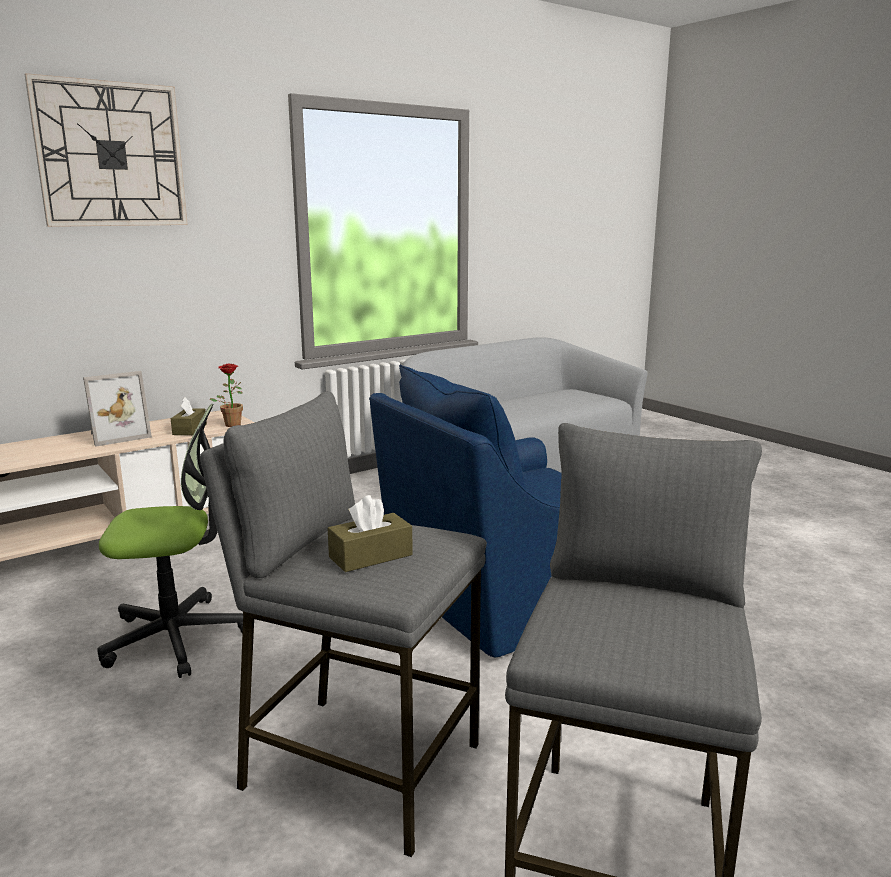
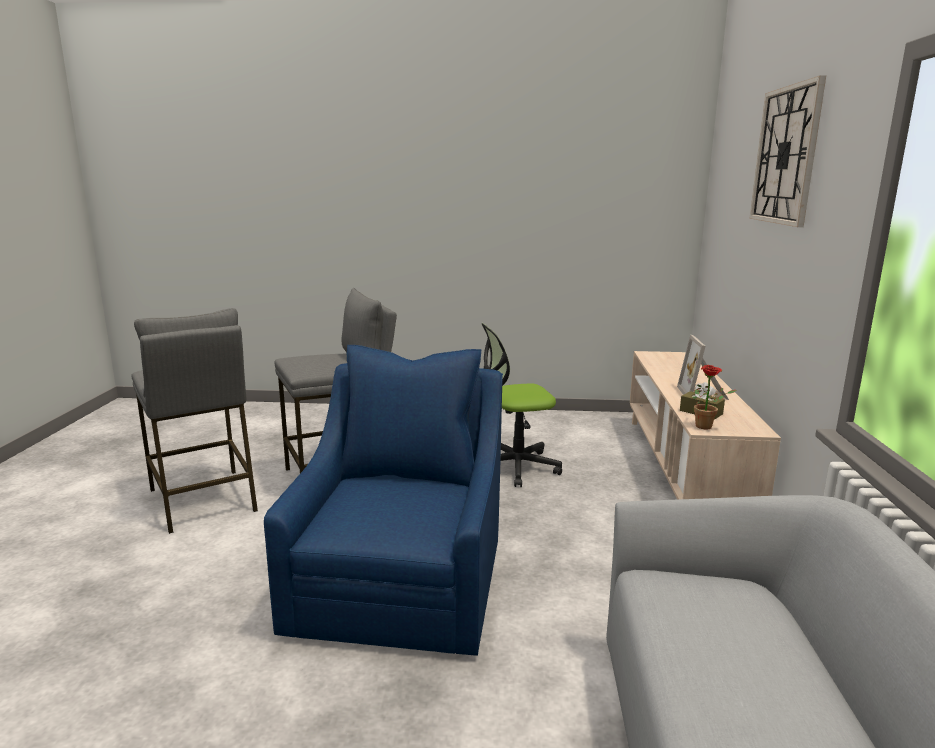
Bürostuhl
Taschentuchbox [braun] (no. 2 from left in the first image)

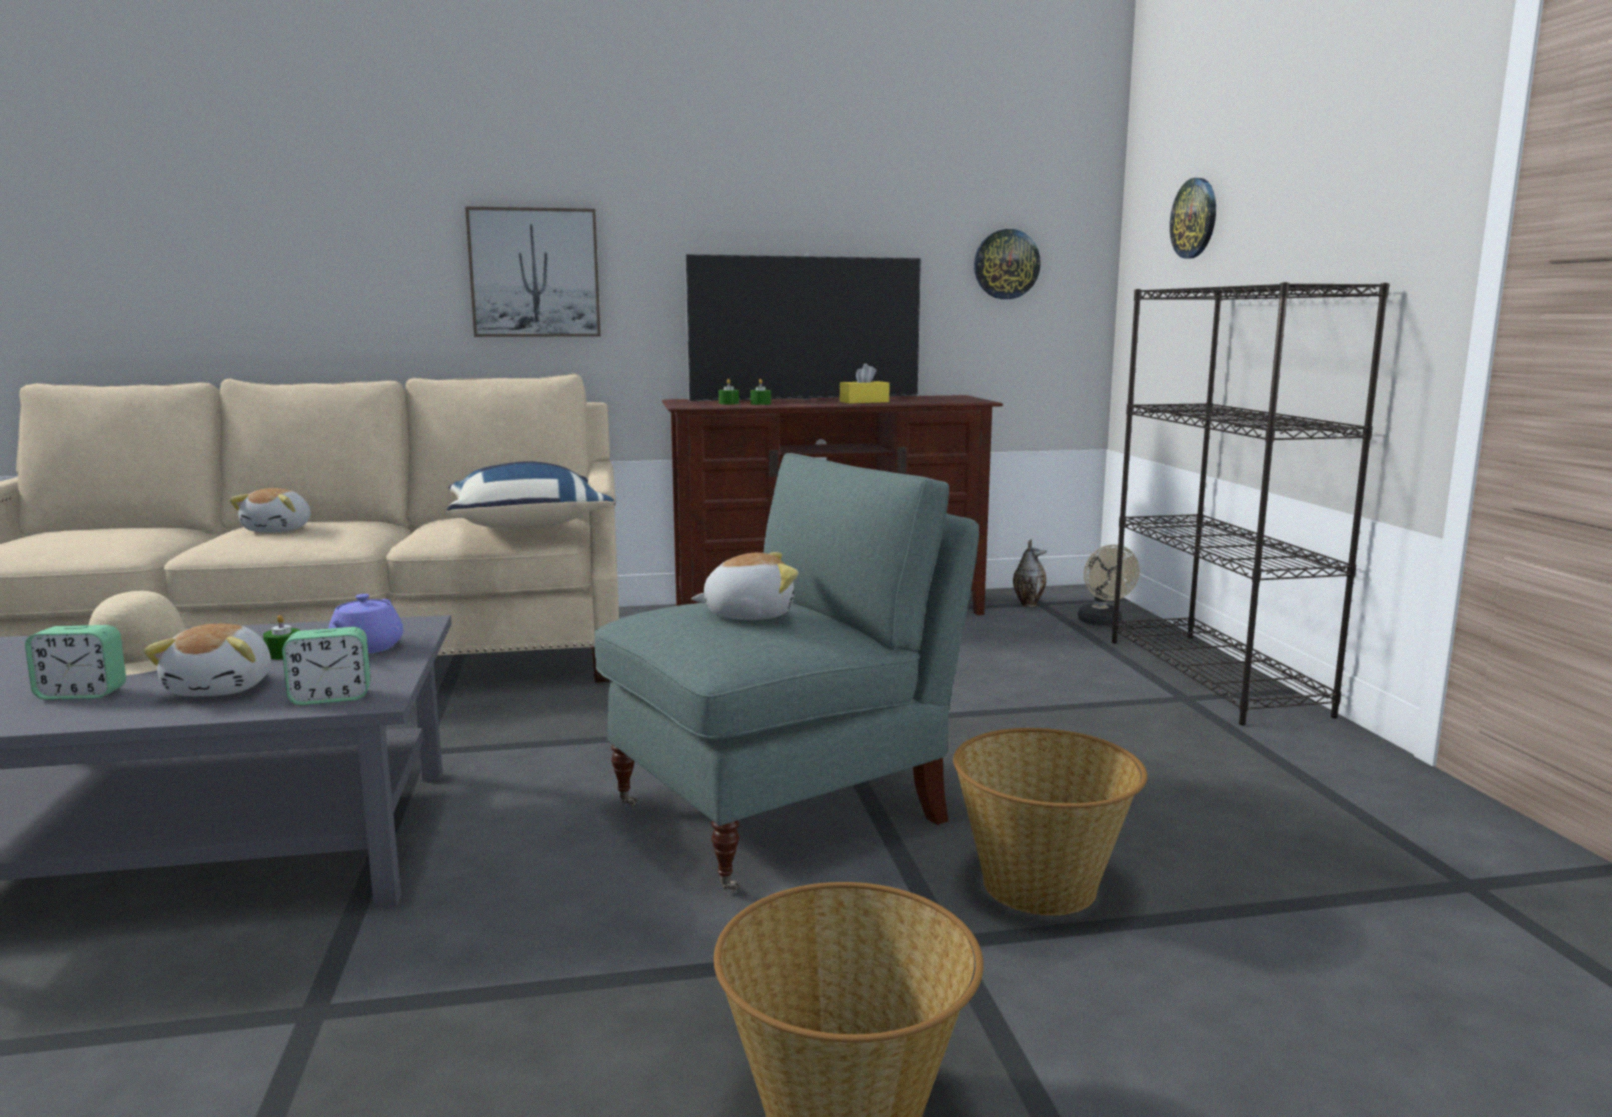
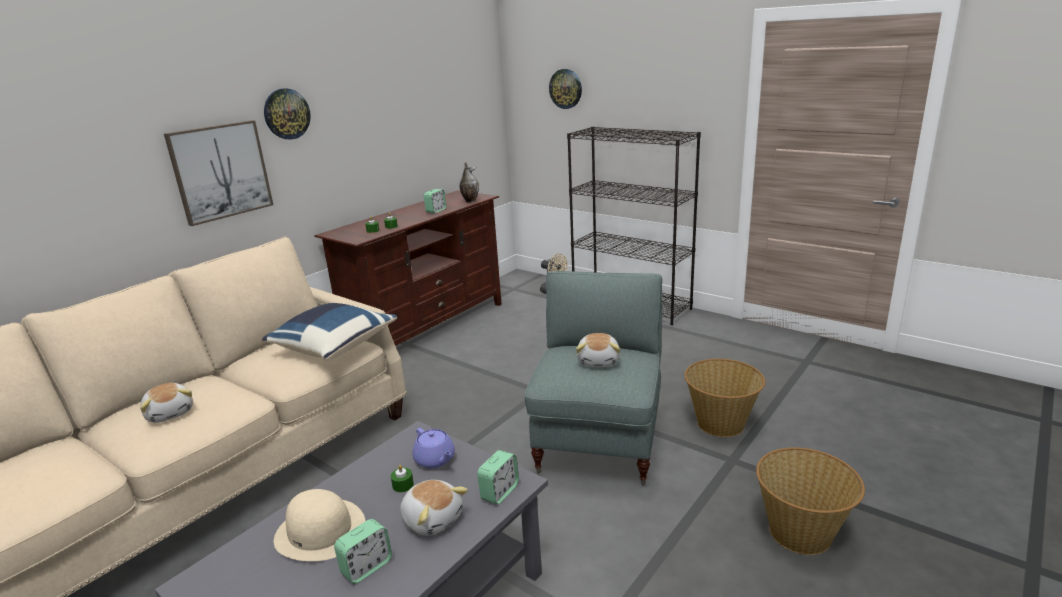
Fernseher
Plüschtier (no. 3 from left)
Wecker (no. 2 from left)
Wanduhr (no. 1 from left)
Vase

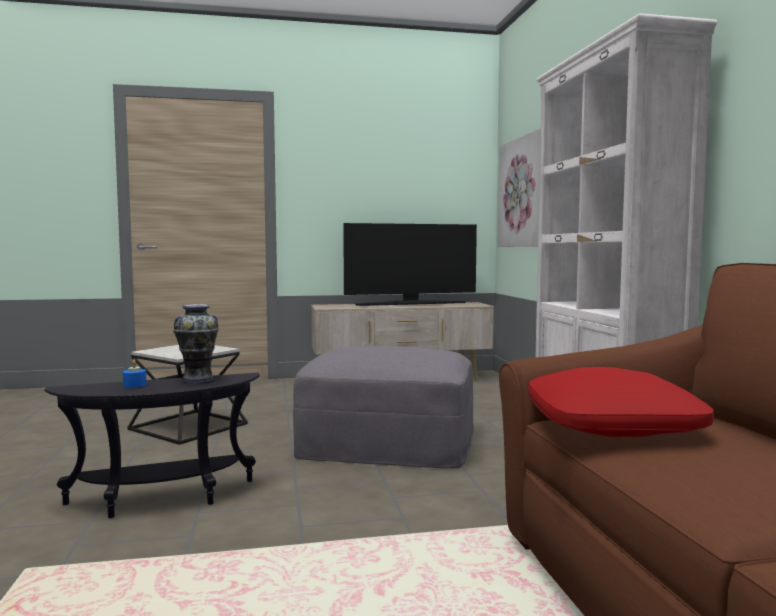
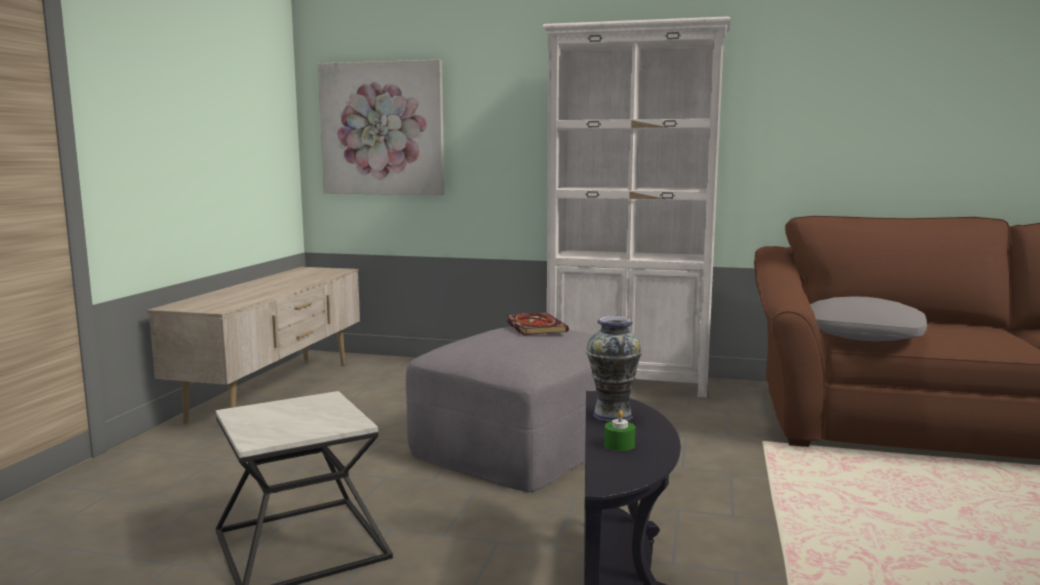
Kerze [grün]
Fernseher
Kissen [grau]
Buch

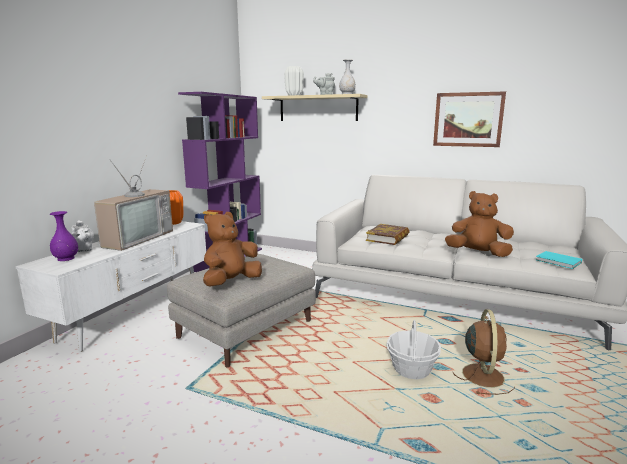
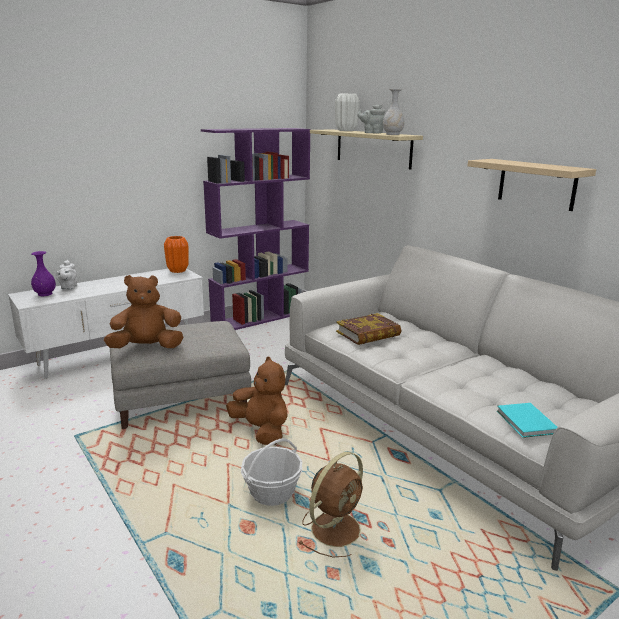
Fernseher
Wandregal [beige] (no. 2 from left)
Plüschtier [braun] (no. 2 from left)

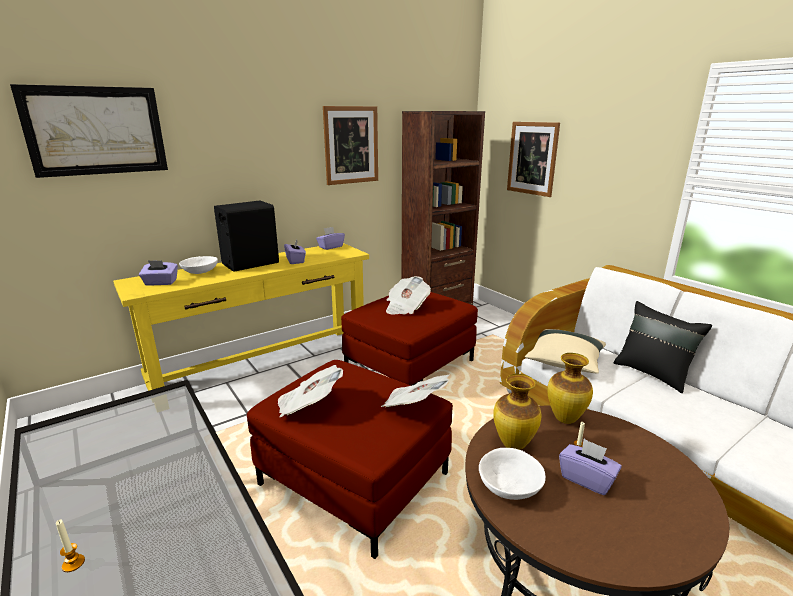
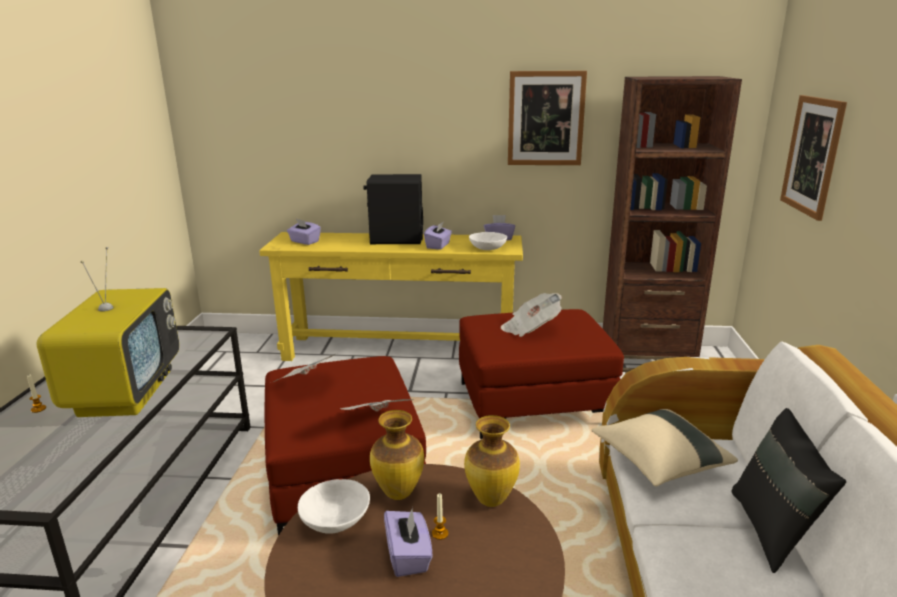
Bild (no. 1 from left in the first image)
Schüssel [weiß] (no. 2 from left)
Fernseher

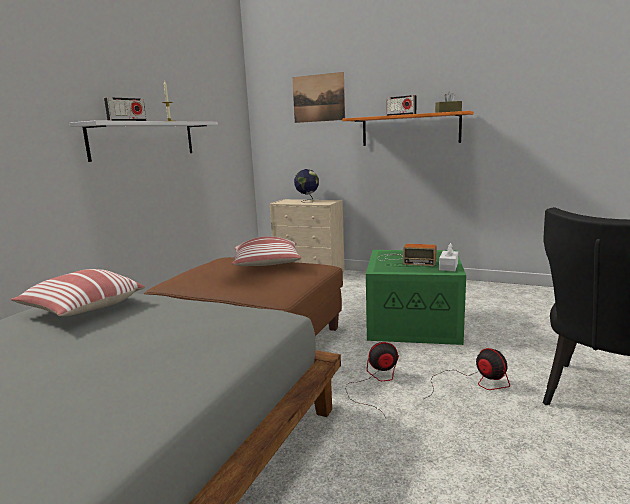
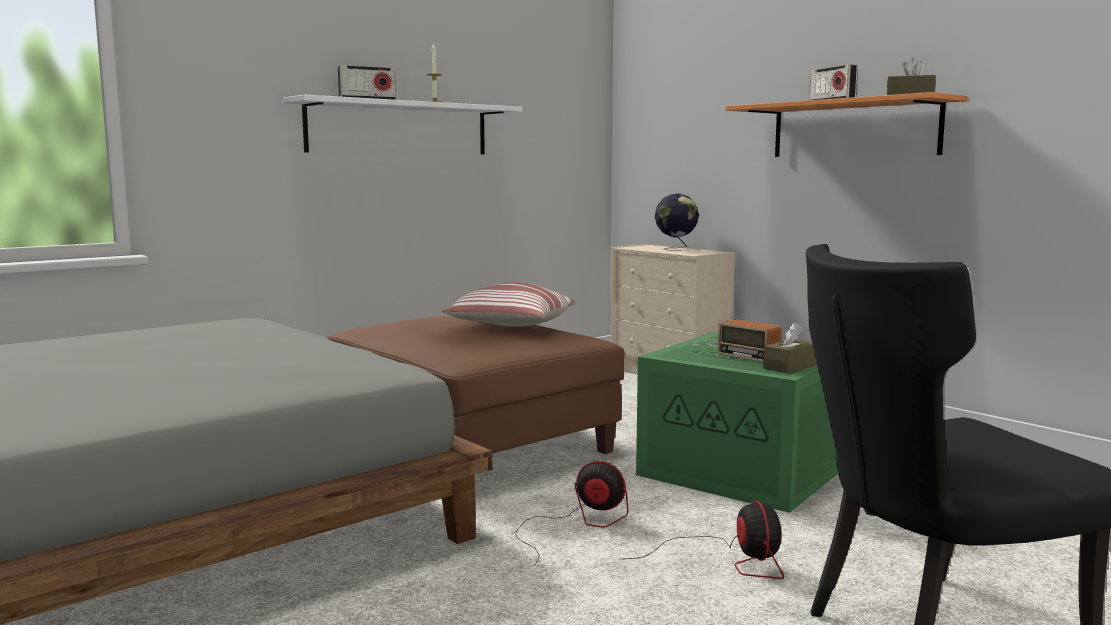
Kissen (no. 1 from left in the first image)
Bild
Taschentuchbox [braun] (no. 1 from left)

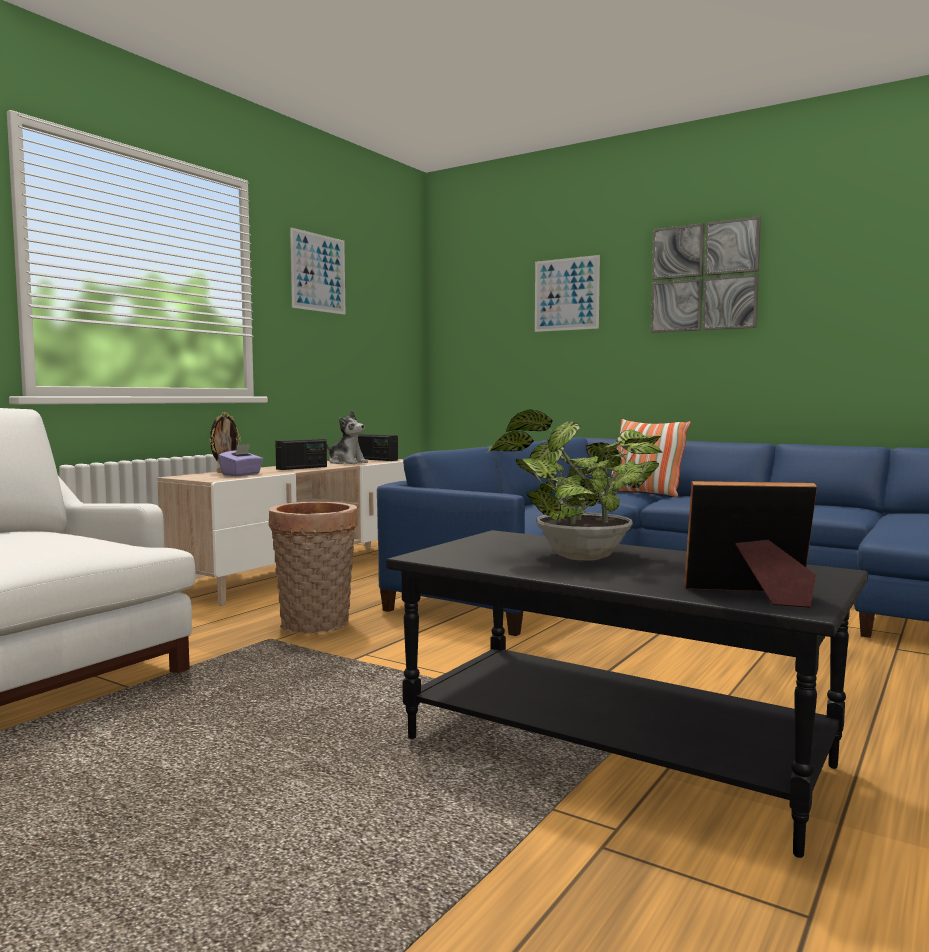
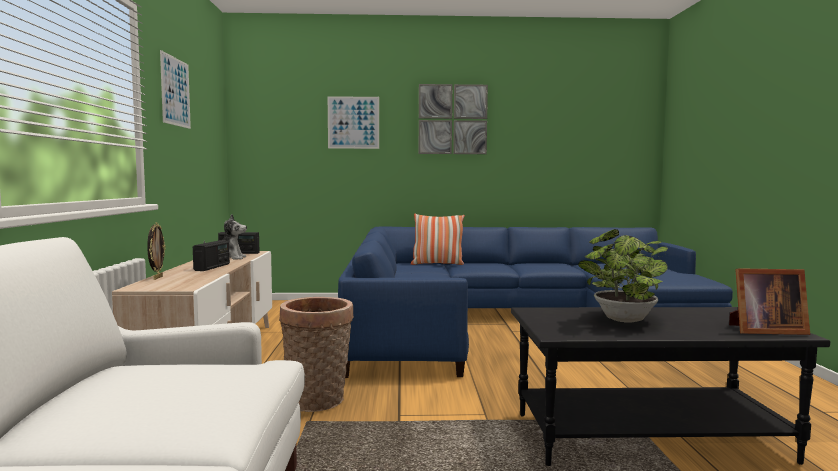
Taschentuchbox [lila]
Bilderrahmen (no. 2 from left)

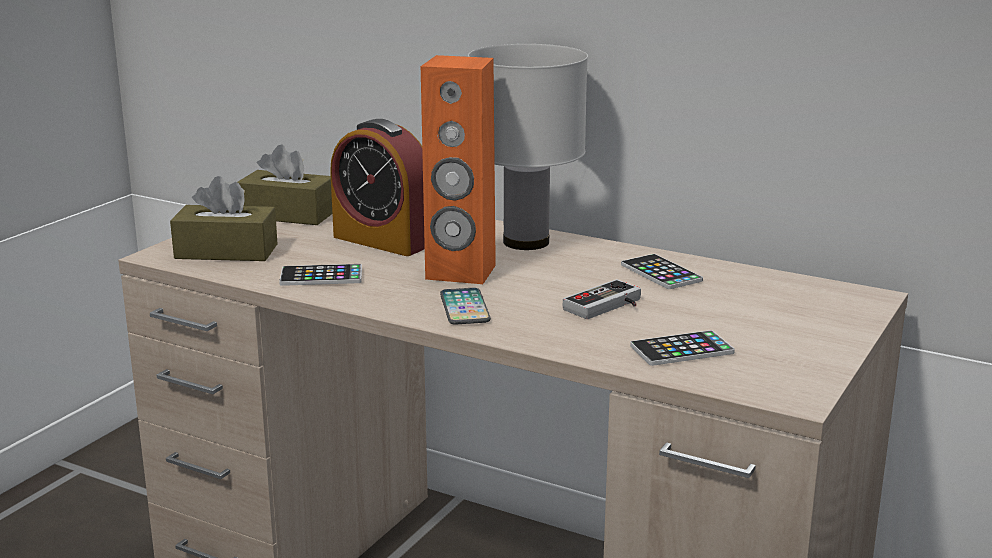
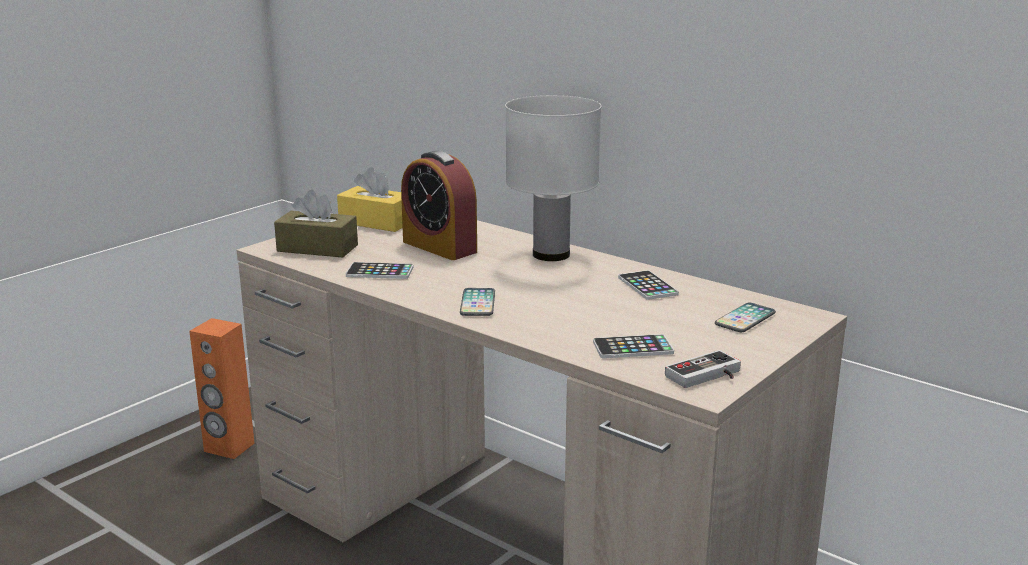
Taschentuchbox [gelb]
Lautsprecher [orange]
Gamepad
Handy (no. 5 from left)

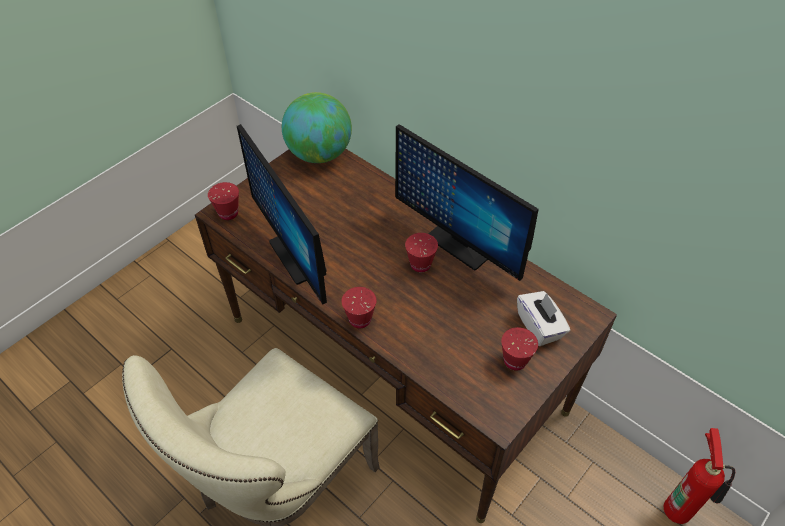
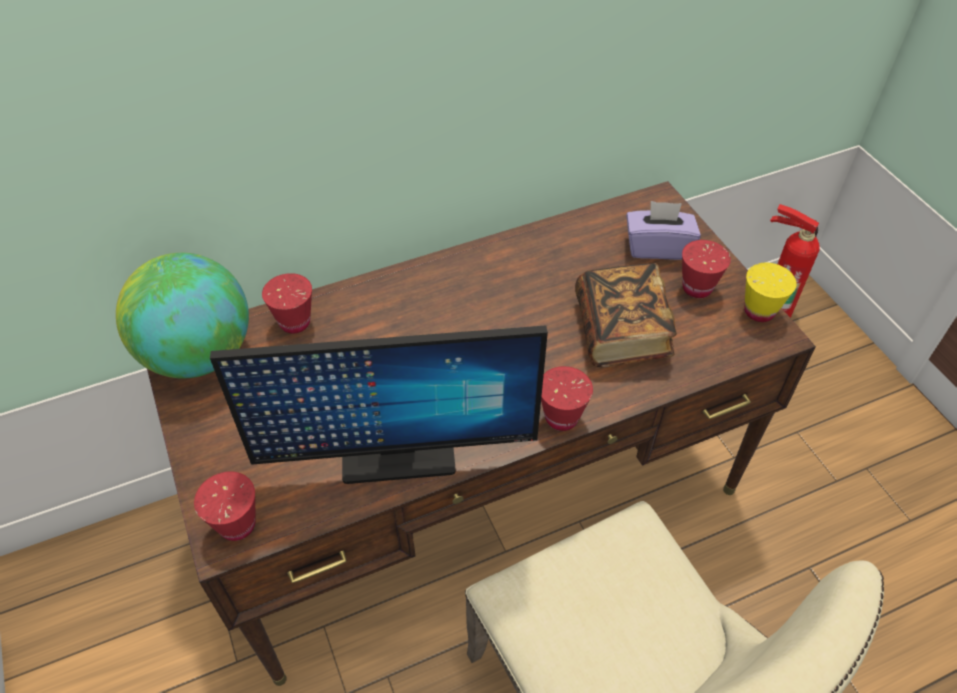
Monitor (no. 2 from left in the first image)
Tasse [rot] (no. 2 from left)
Taschentuchbox [lila]
Buch
Tasse [gelb]

